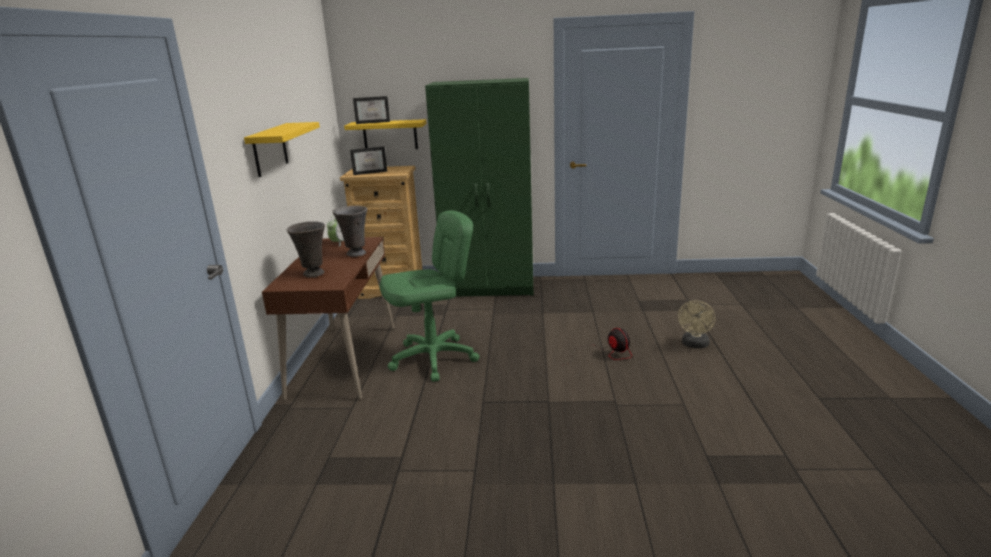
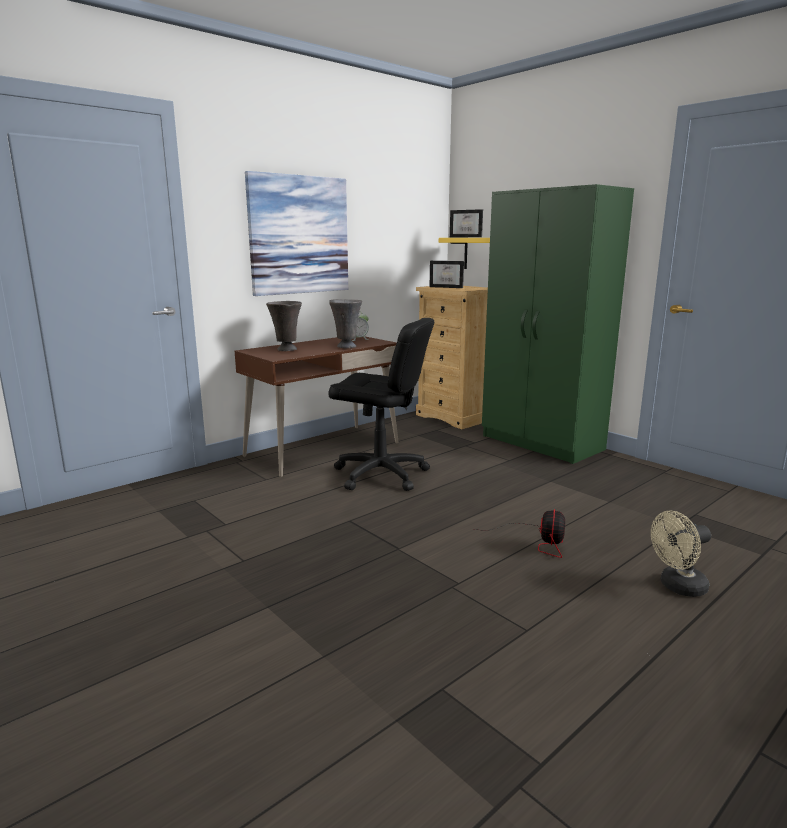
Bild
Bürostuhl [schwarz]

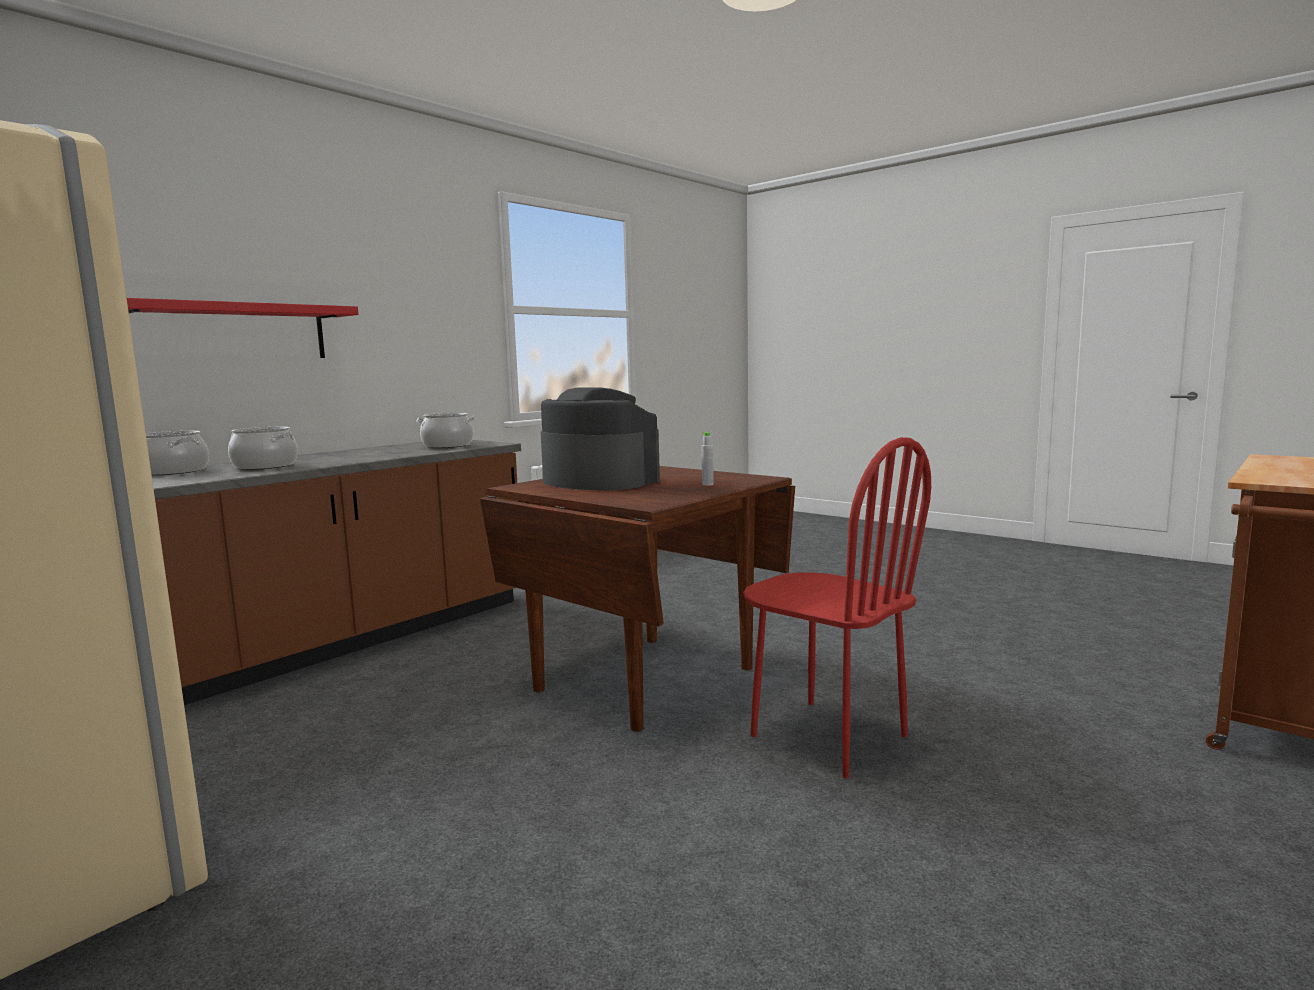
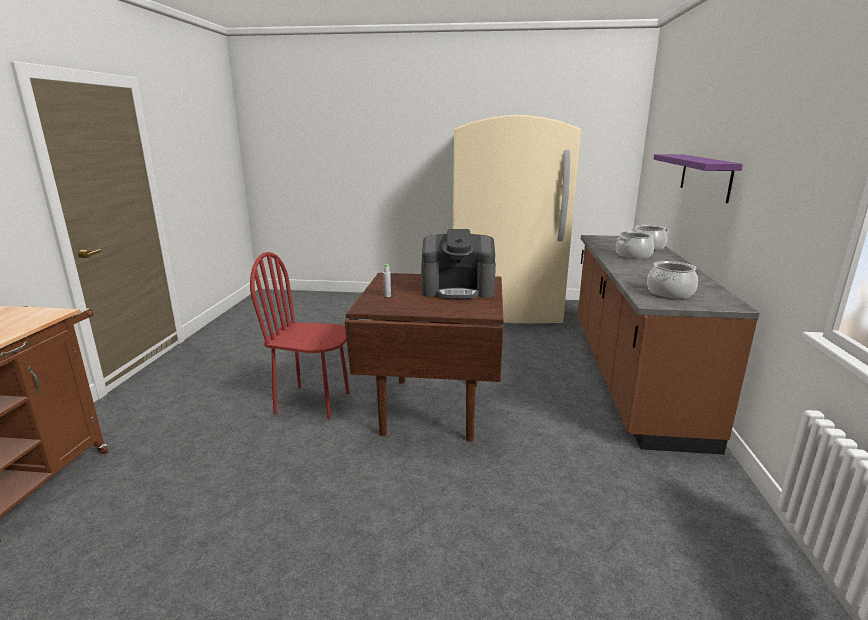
Wandregal [lila]

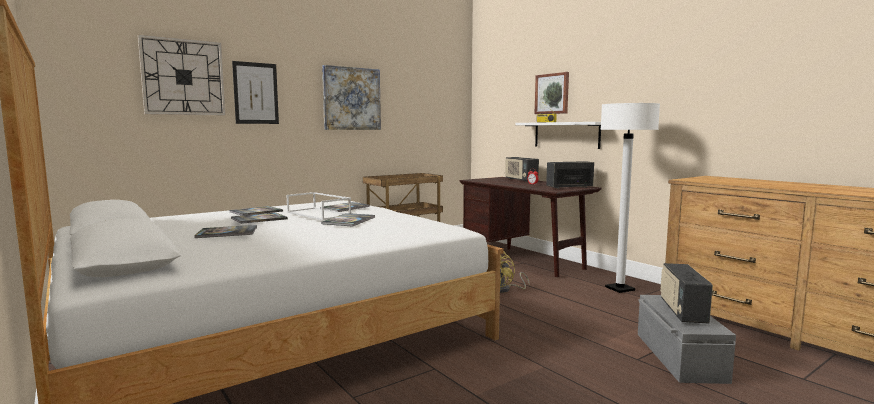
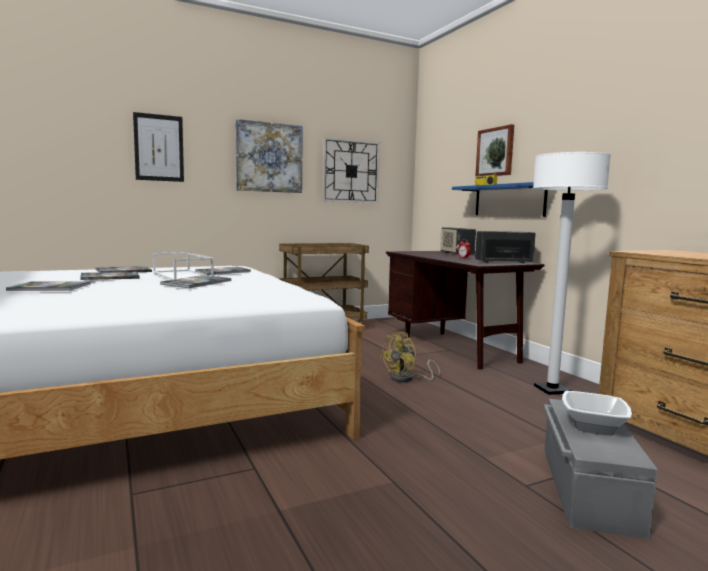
Wanduhr
Wandregal [blau]
Schüssel

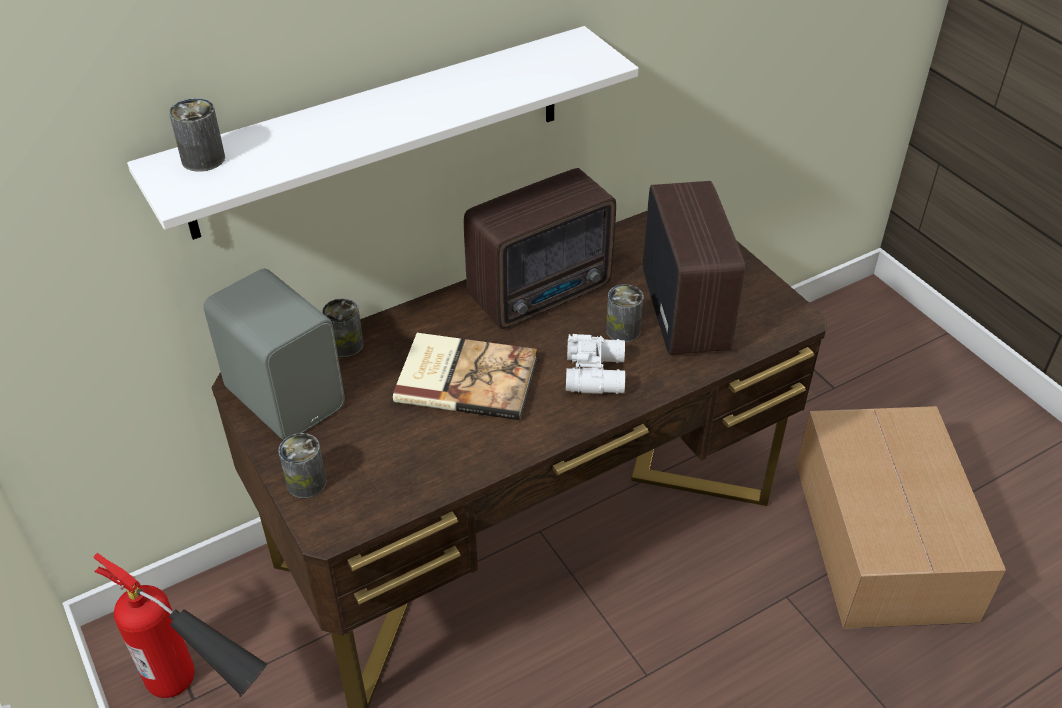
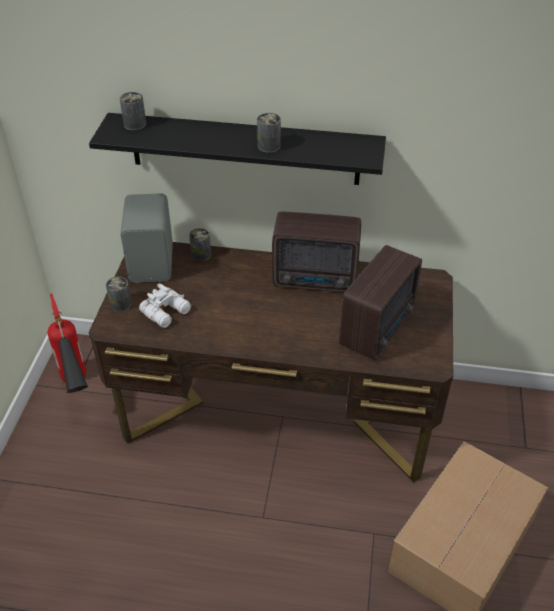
Wandregal [schwarz]
Buch
Fernglas [weiß]
Dose (no. 4 from left)

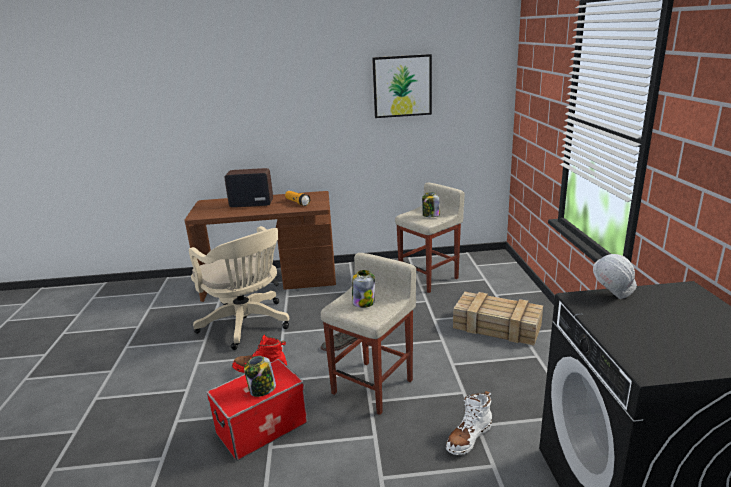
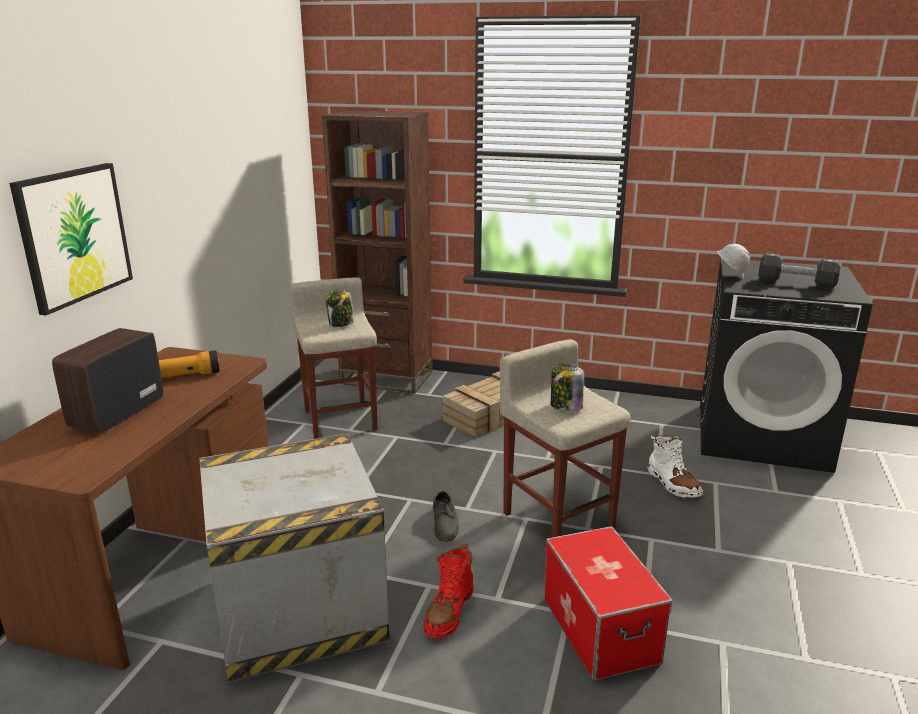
Kiste (no. 1 from left)
Vorratsglas (no. 1 from left in the first image)
Bild
Bücherregal [braun]
Hantel [schwarz]

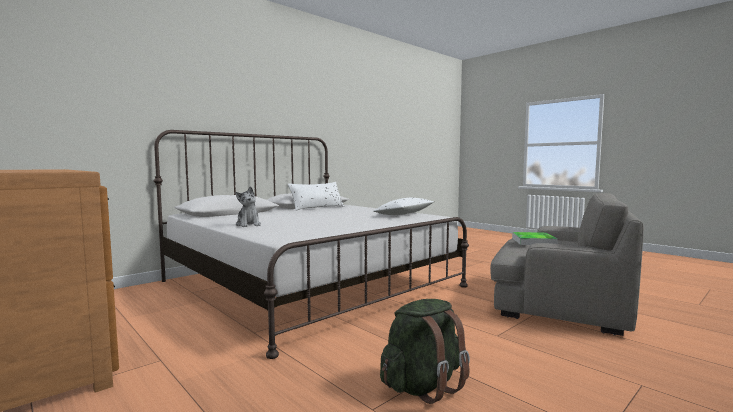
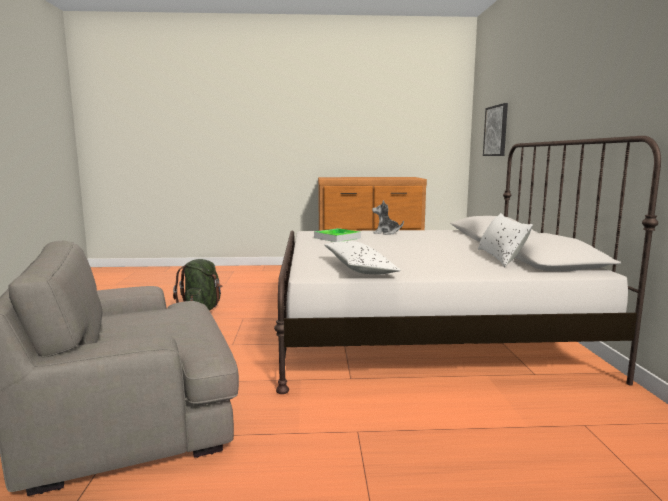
Tablett
Bild

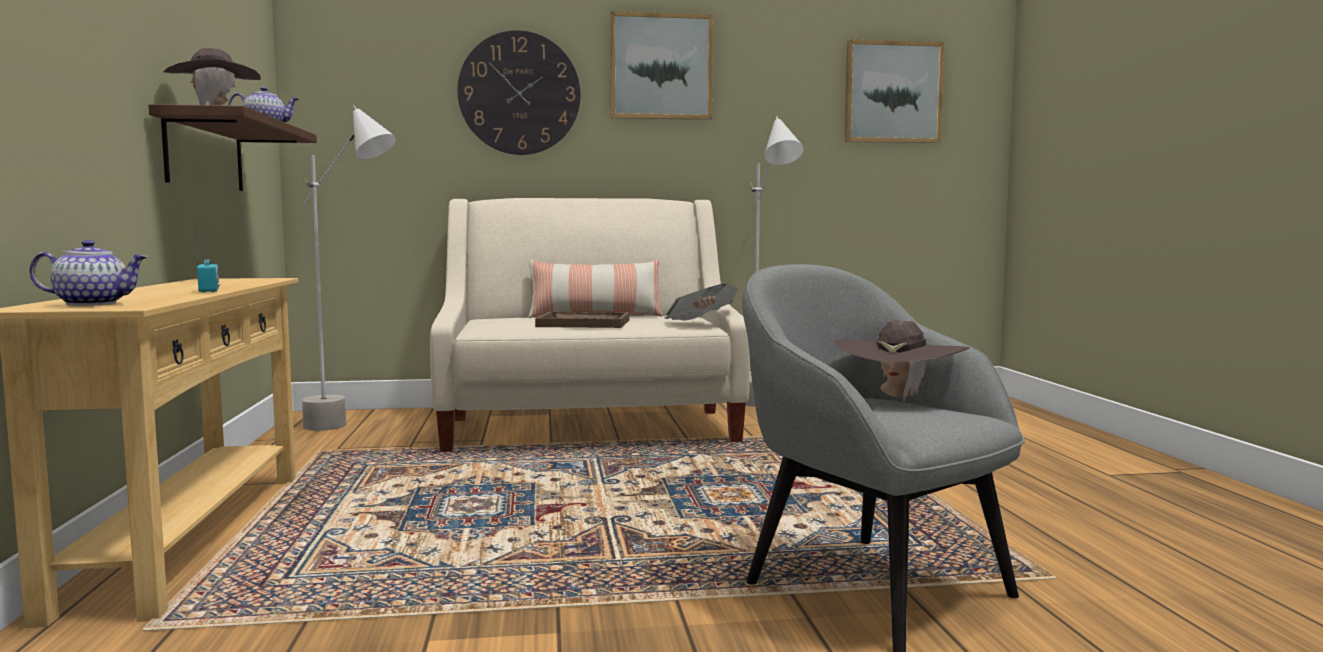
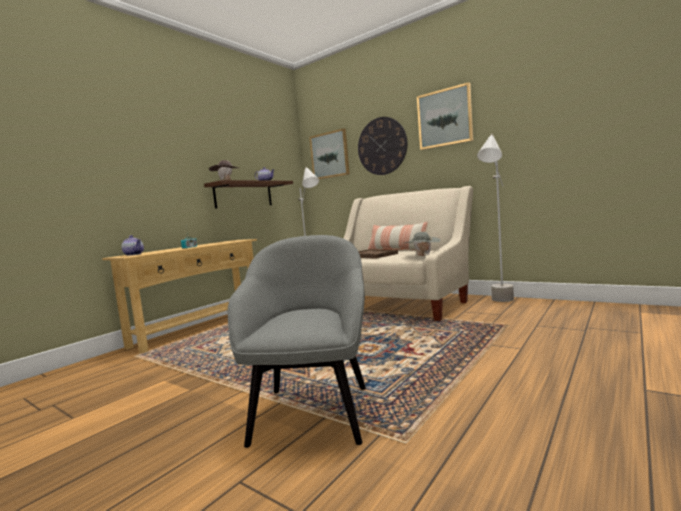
Hut [grau]
Hut [braun] (no. 2 from left in the first image)
Bild (no. 1 from left)

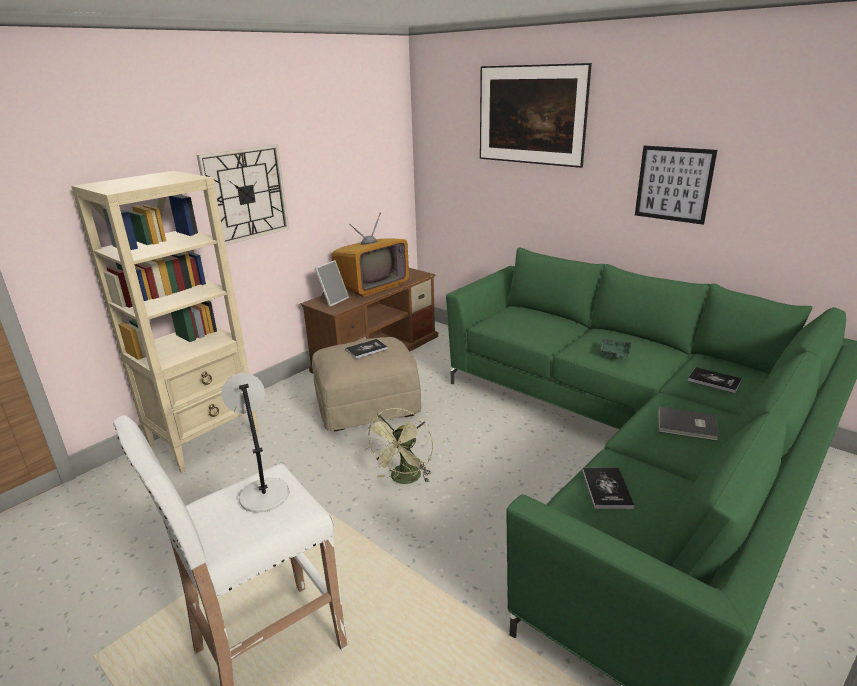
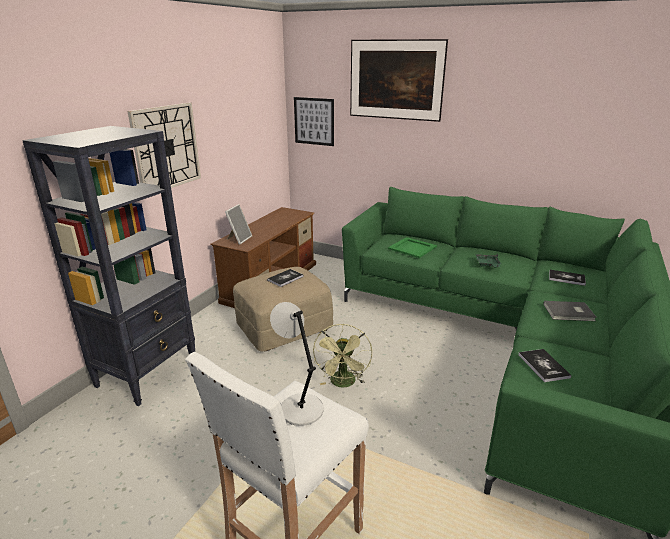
Bücherregal [schwarz]
Fernseher
Bild (no. 1 from left)
Tablett [grün] (no. 1 from left)

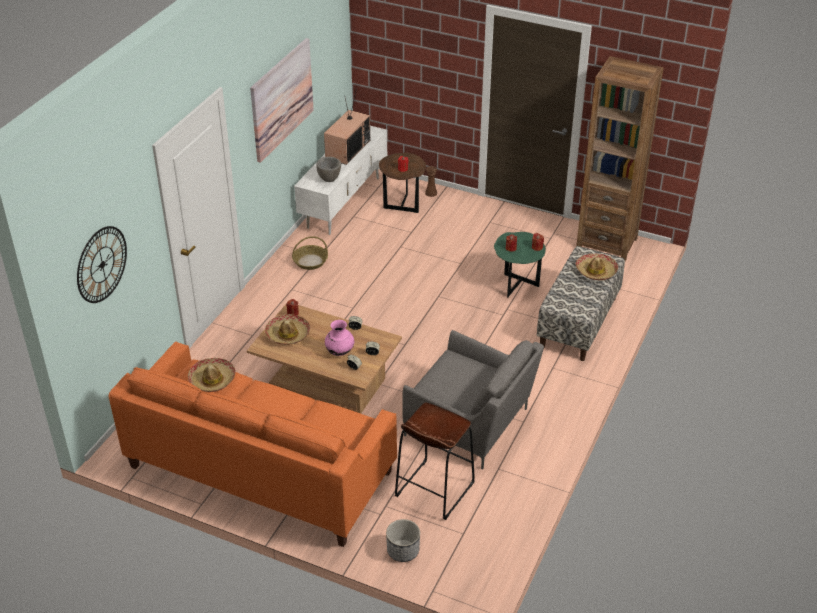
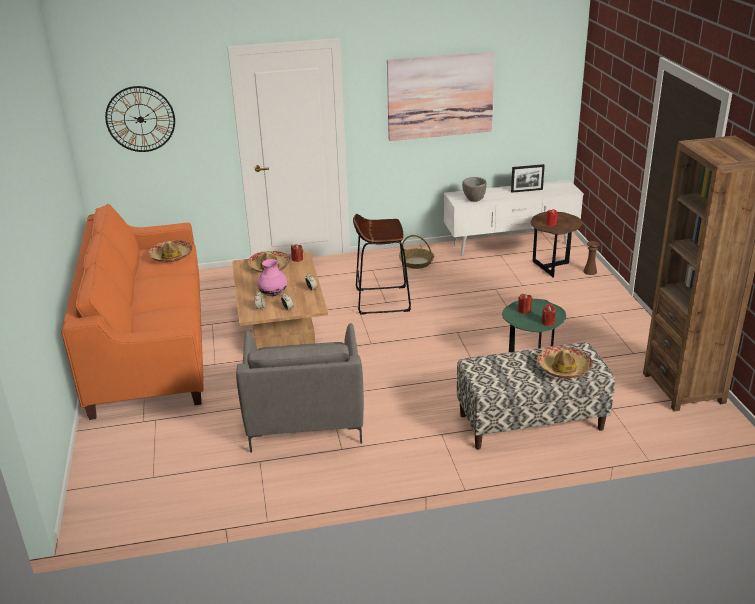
Bilderrahmen
Pflanzkübel
Hocker [braun]

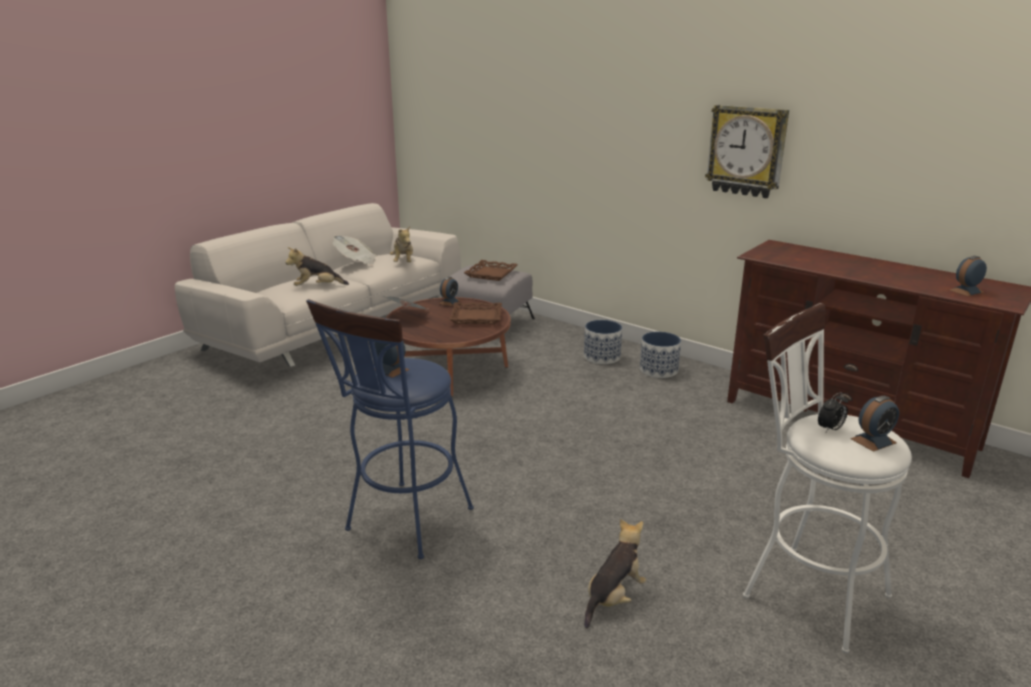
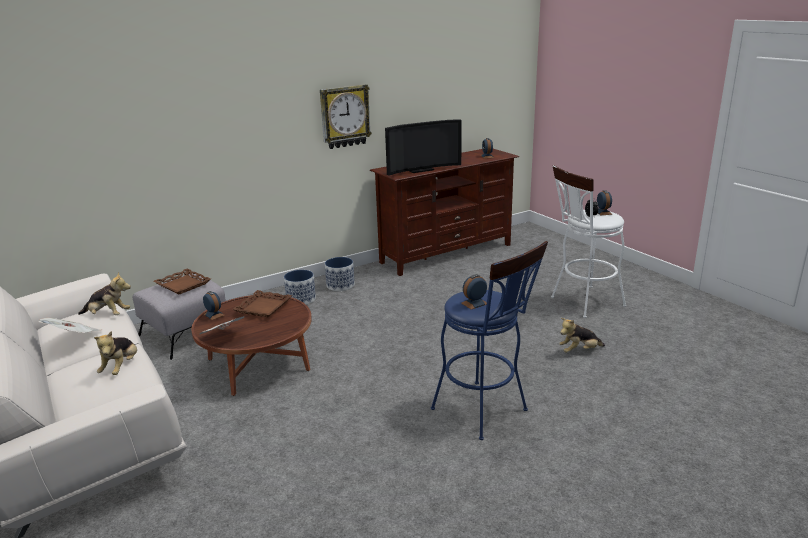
Plüschtier (no. 3 from left)
Fernseher

